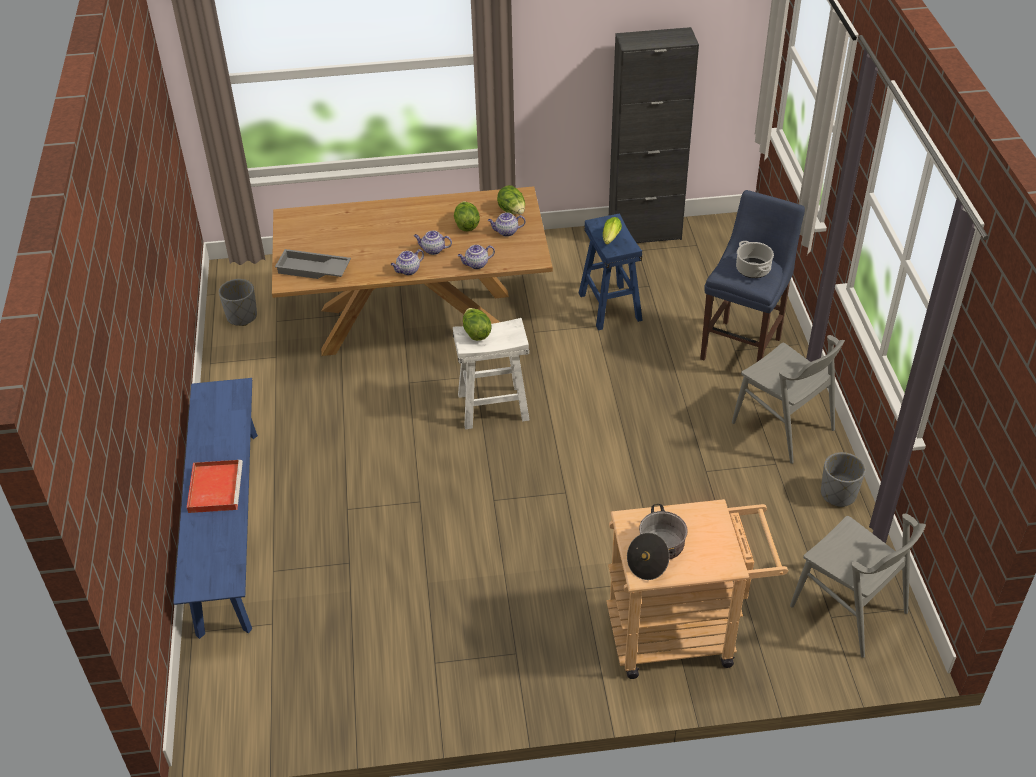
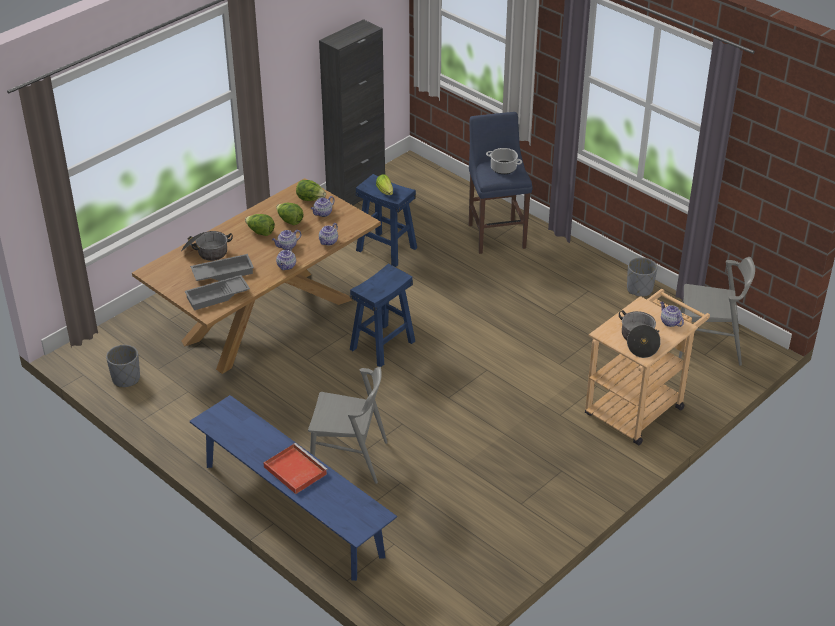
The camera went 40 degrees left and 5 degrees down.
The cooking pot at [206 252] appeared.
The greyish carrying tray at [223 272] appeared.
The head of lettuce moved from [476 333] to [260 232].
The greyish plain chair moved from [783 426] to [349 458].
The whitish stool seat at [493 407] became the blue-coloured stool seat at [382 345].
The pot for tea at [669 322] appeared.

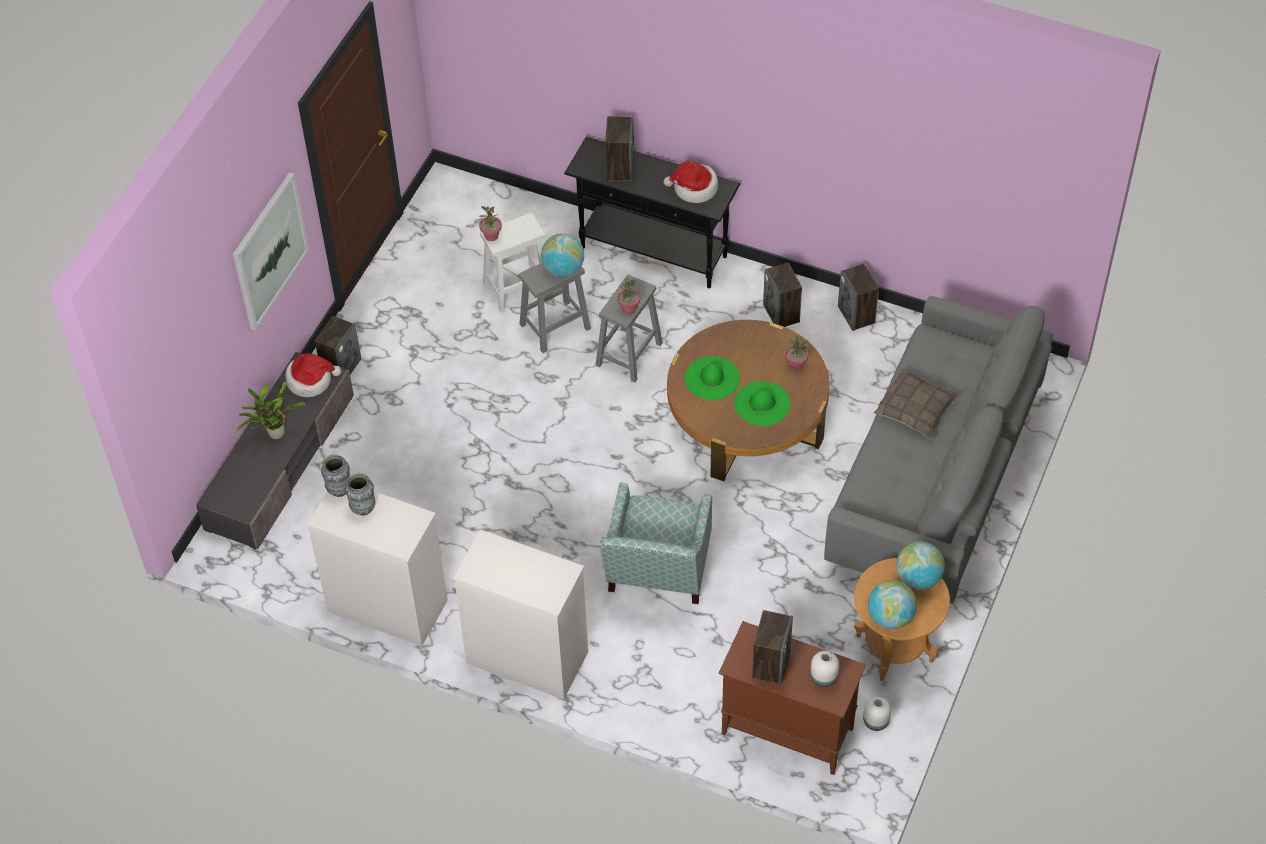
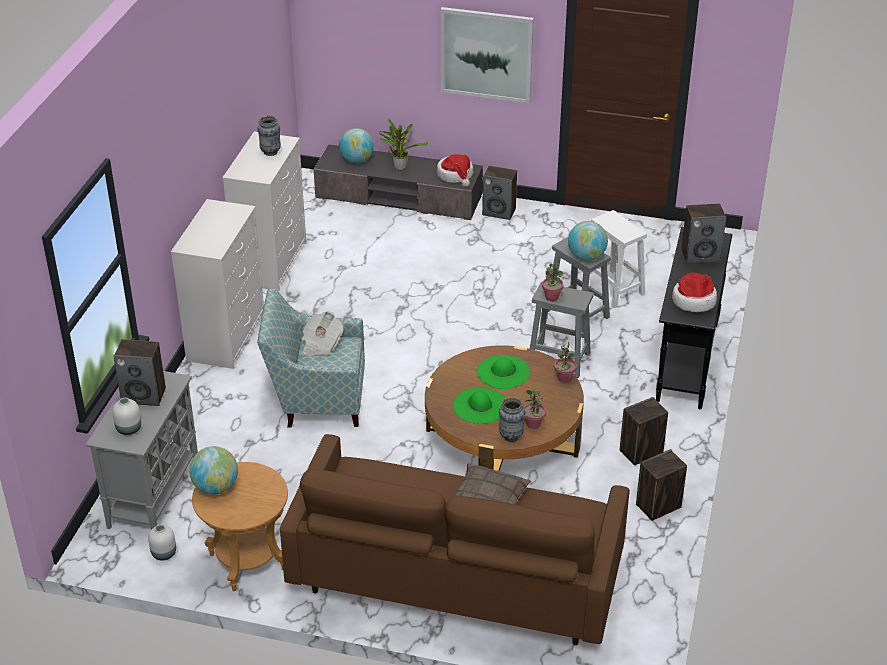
The camera went 80 degrees right and 15 degrees down.
The brown-coloured cupboard at [786 731] became the greyish cupboard at [154 493].
The greyish couch at [934 481] became the brown-coloured couch at [455 580].
The daily paper at [321 344] appeared.
The globe moved from [918 578] to [356 160].
The decorative vase moved from [339 490] to [511 436].
The plant in a pot moved from [491 236] to [564 378].

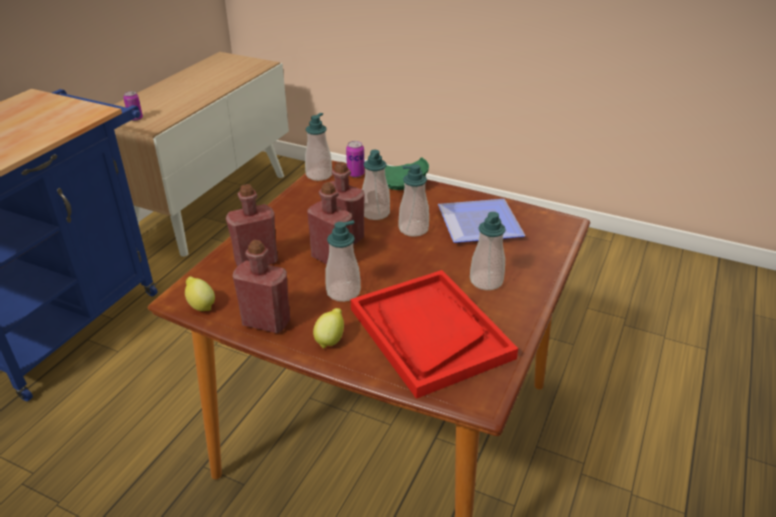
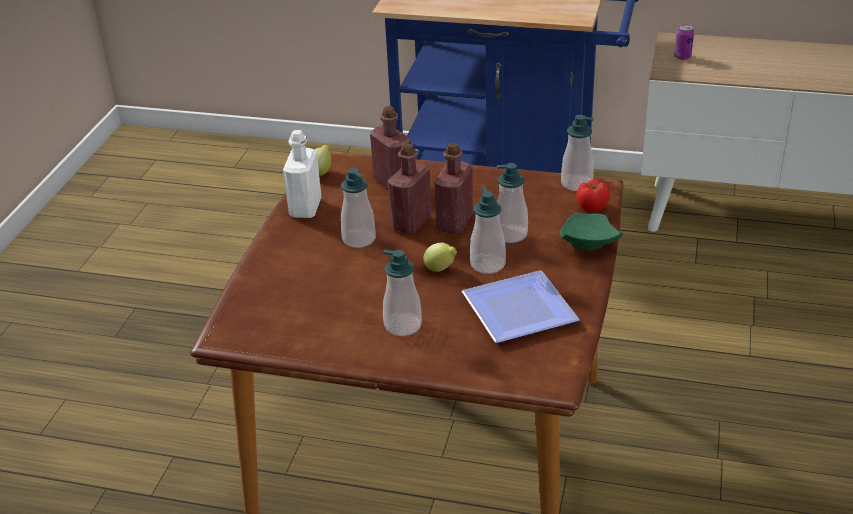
The camera went 80 degrees right and 0 degrees up.
The red beverage bottle at [266 322] became the whitish beverage bottle at [305 208].
The whole lemon moved from [330 340] to [440 269].
The sealed can at [355 174] was replaced by the whole tomato at [593 207].
The red carrying tray at [429 333] disappeared.

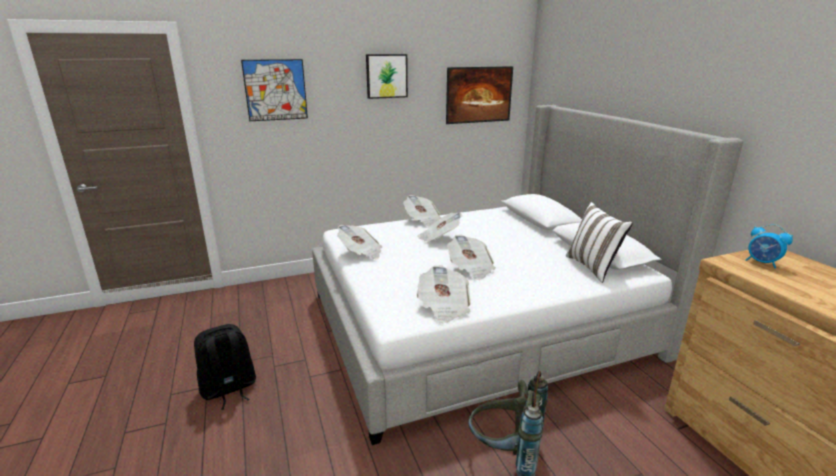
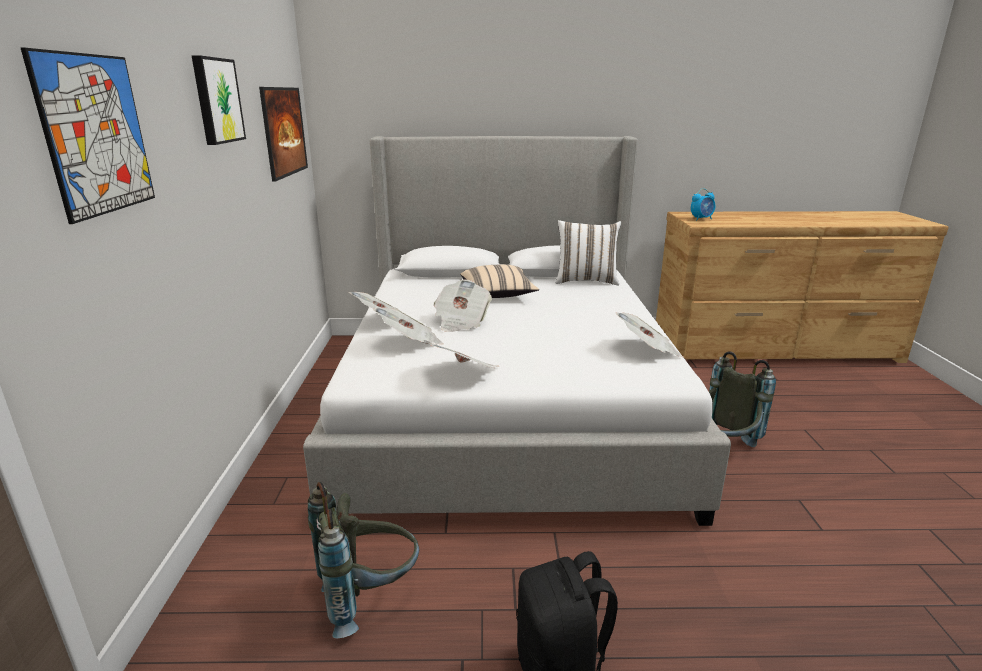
The camera went 70 degrees left and 0 degrees up.
The greyish knapsack at [369 596] appeared.
The daily paper moved from [470 269] to [410 342].
The beige cushion at [497 295] appeared.

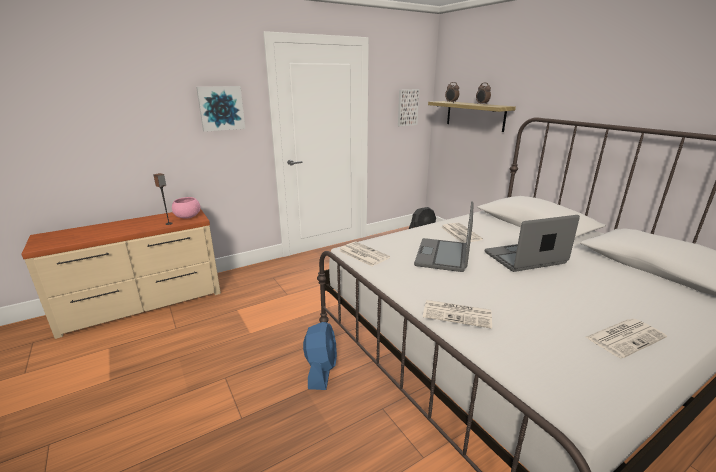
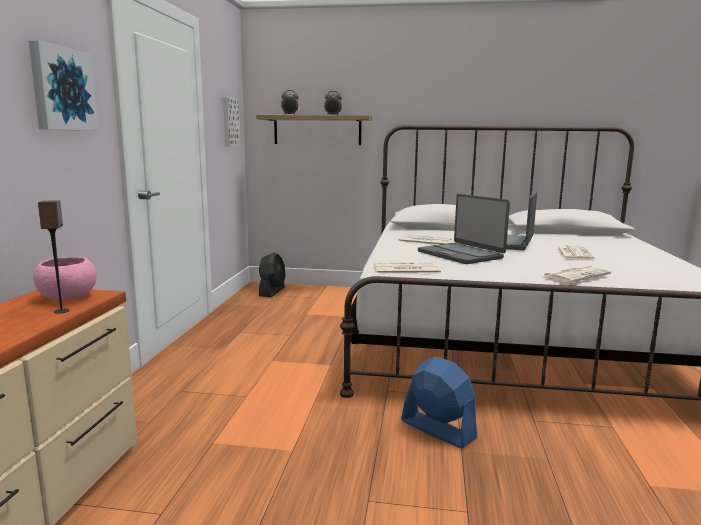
The camera went 50 degrees left and 10 degrees down.
The daily paper moved from [625 337] to [573 254].

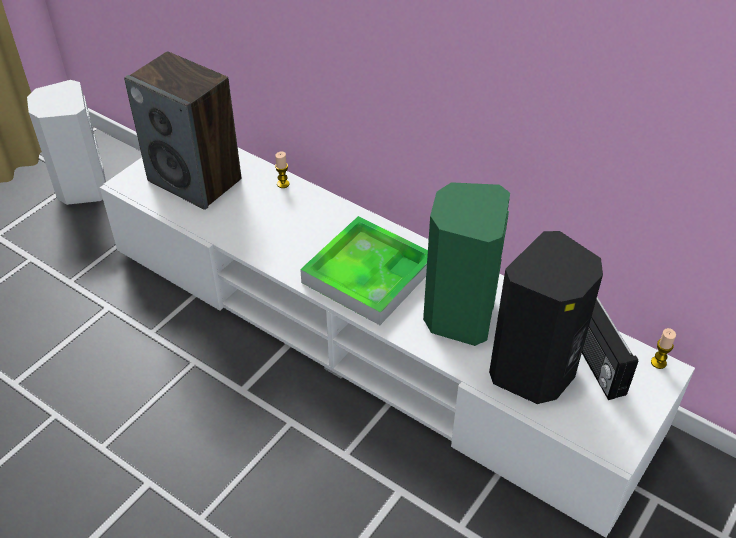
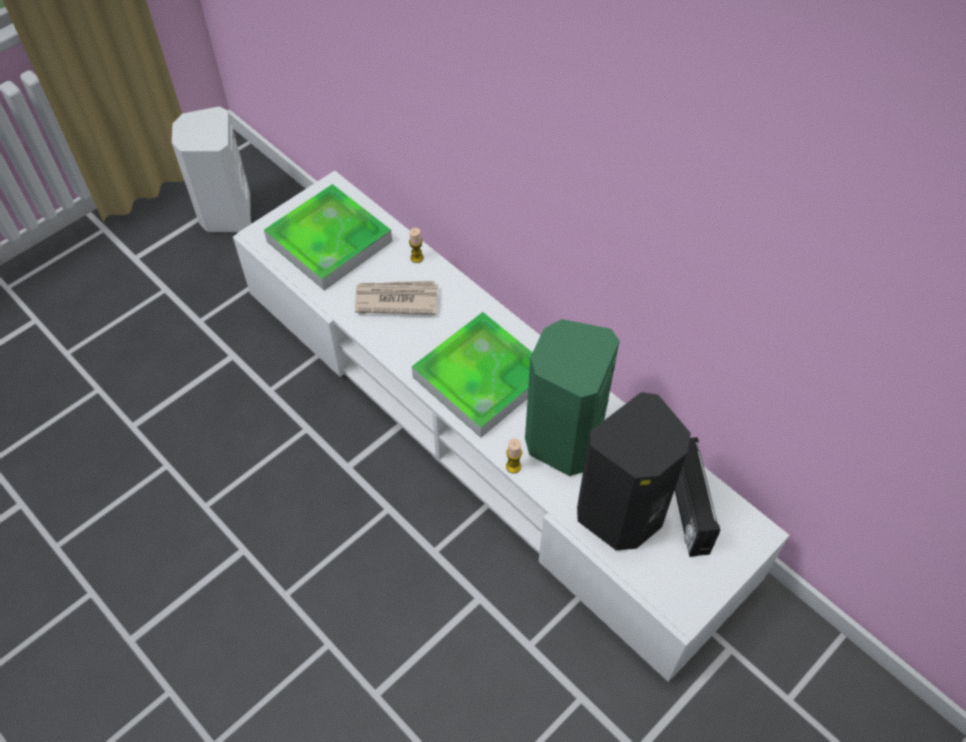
The camera went 10 degrees right and 10 degrees up.
The audio speaker at [196 180] was replaced by the carrying tray at [329 241].
The daily paper at [396 299] appeared.
The wax candle moved from [658 362] to [513 466].

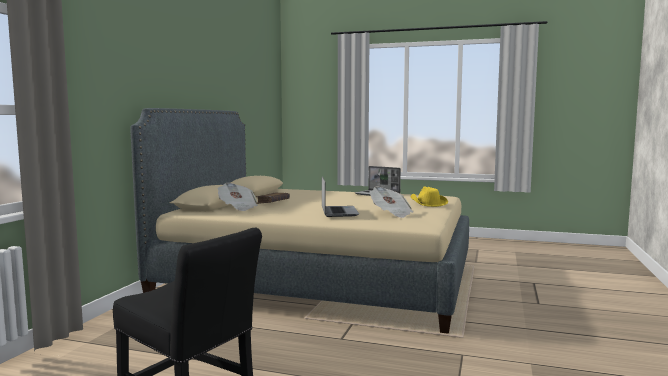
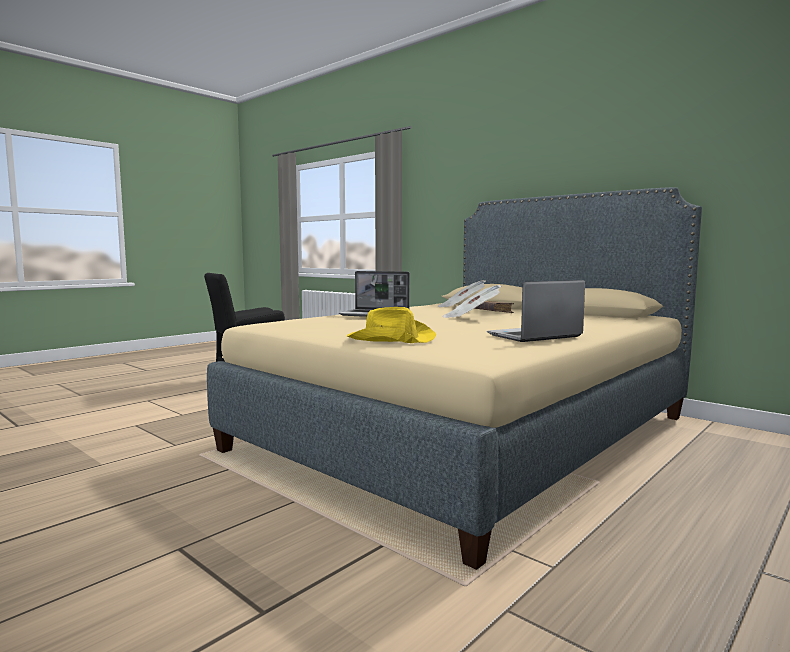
The camera went 115 degrees right and 0 degrees up.
The daily paper moved from [391 214] to [471 317].

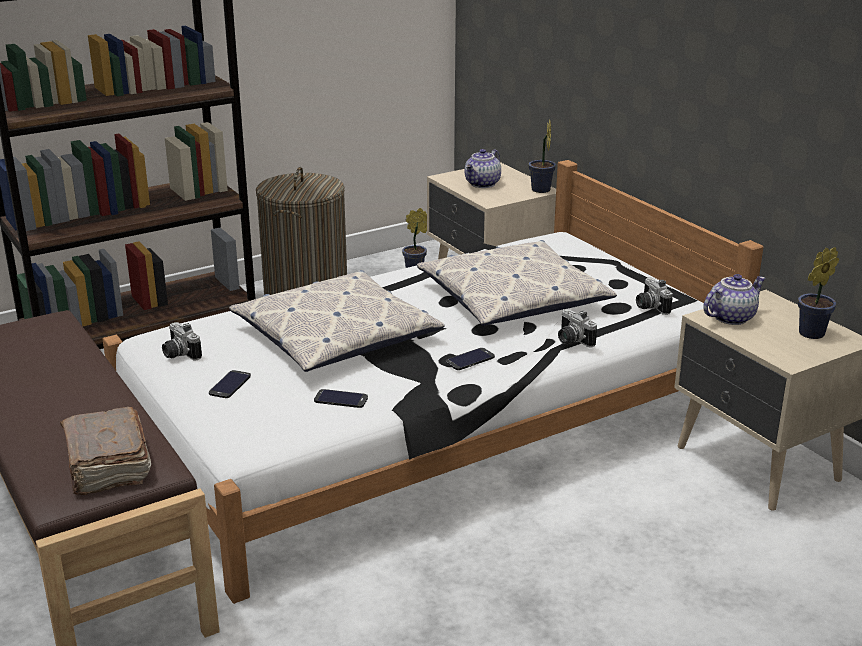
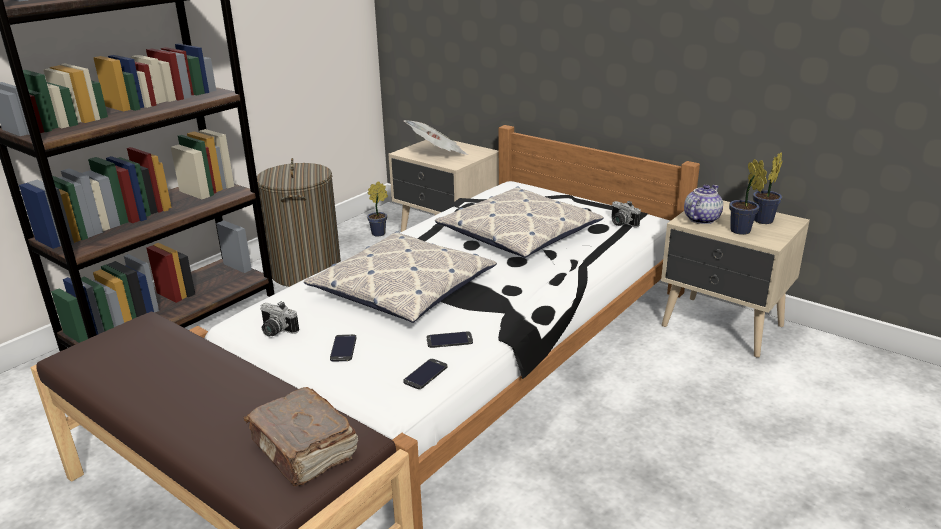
The camera went 20 degrees left and 0 degrees up.
The pot for tea at [483 184] was replaced by the daily paper at [437 153].
The phone moved from [470 359] to [425 374].
The plant in a pot moved from [541 191] to [742 232].
The photo camera at [571 340] disappeared.

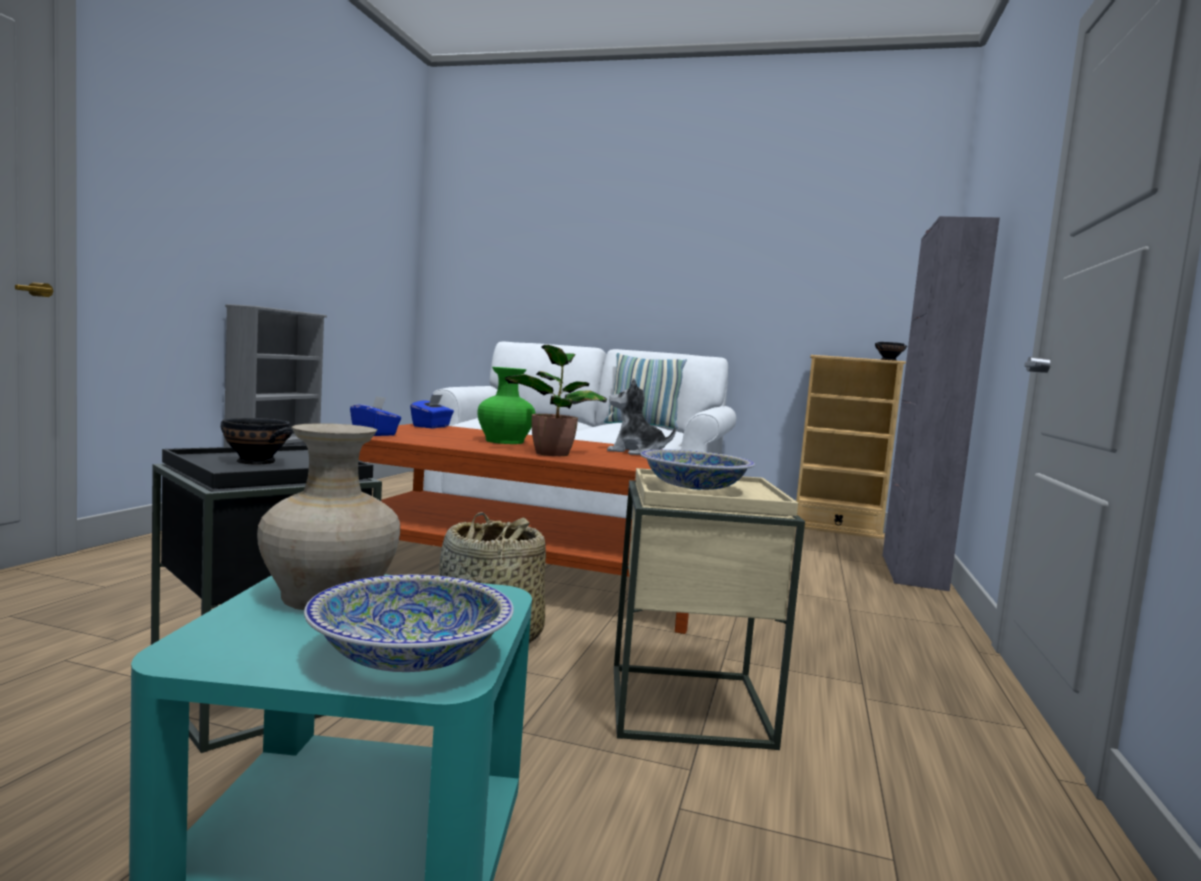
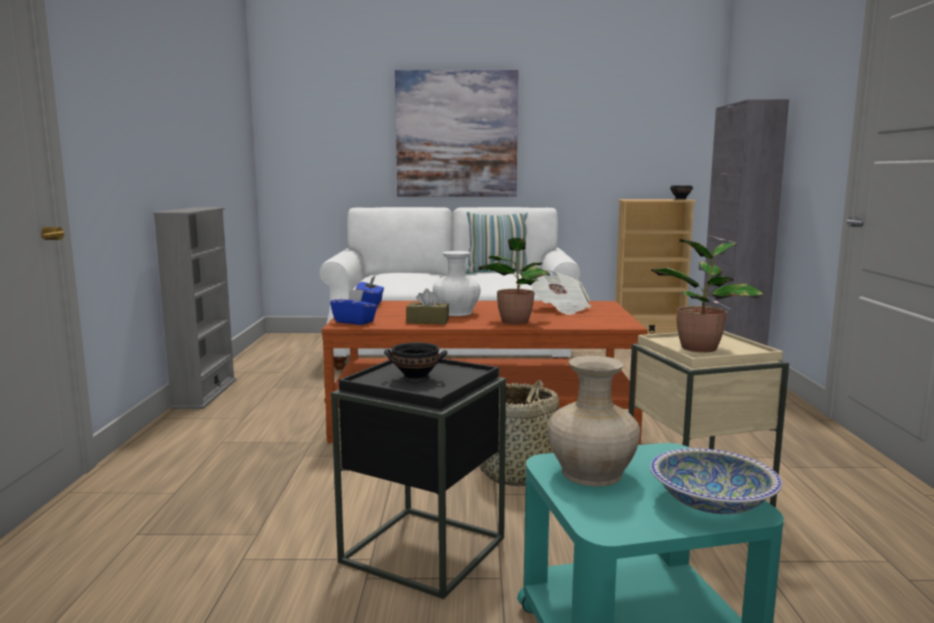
The camera went 15 degrees left and 5 degrees up.
The picture at [456 134] appeared.
The brown-coloured tissue holder at [427 321] appeared.
The green decorative vase at [505 441] became the whitish decorative vase at [457 313].
The soft toy at [635 452] was replaced by the daily paper at [560 308].
The bowl at [694 488] was replaced by the plant in a pot at [700 347].

